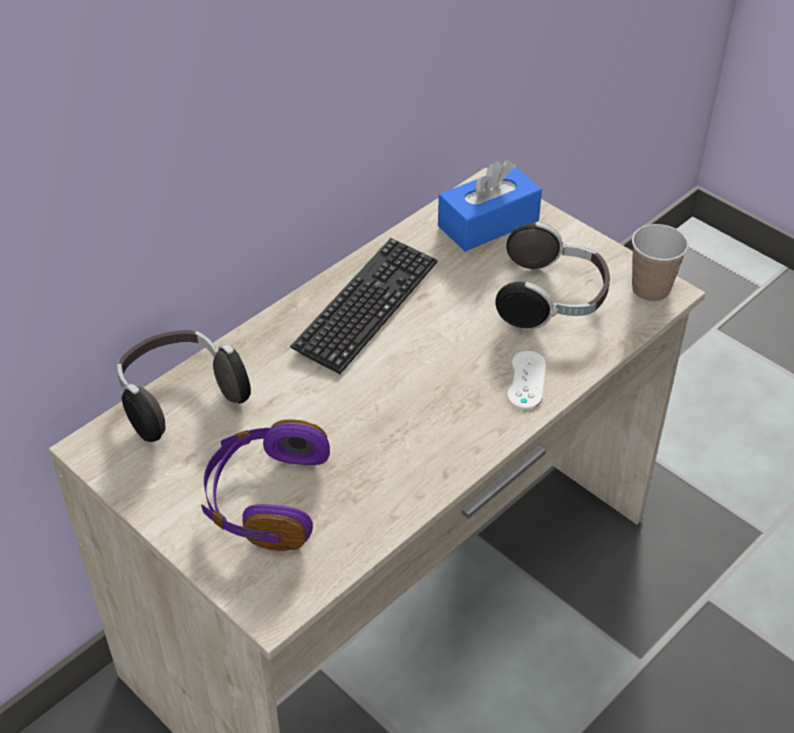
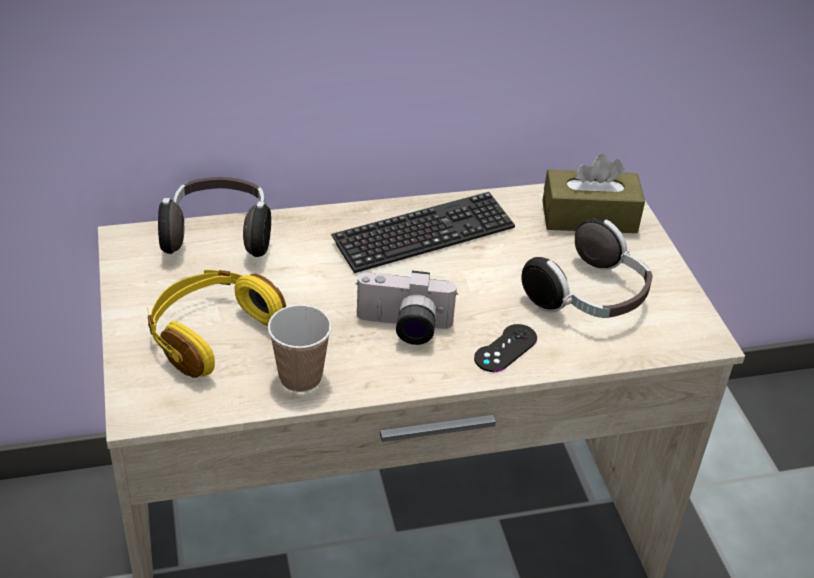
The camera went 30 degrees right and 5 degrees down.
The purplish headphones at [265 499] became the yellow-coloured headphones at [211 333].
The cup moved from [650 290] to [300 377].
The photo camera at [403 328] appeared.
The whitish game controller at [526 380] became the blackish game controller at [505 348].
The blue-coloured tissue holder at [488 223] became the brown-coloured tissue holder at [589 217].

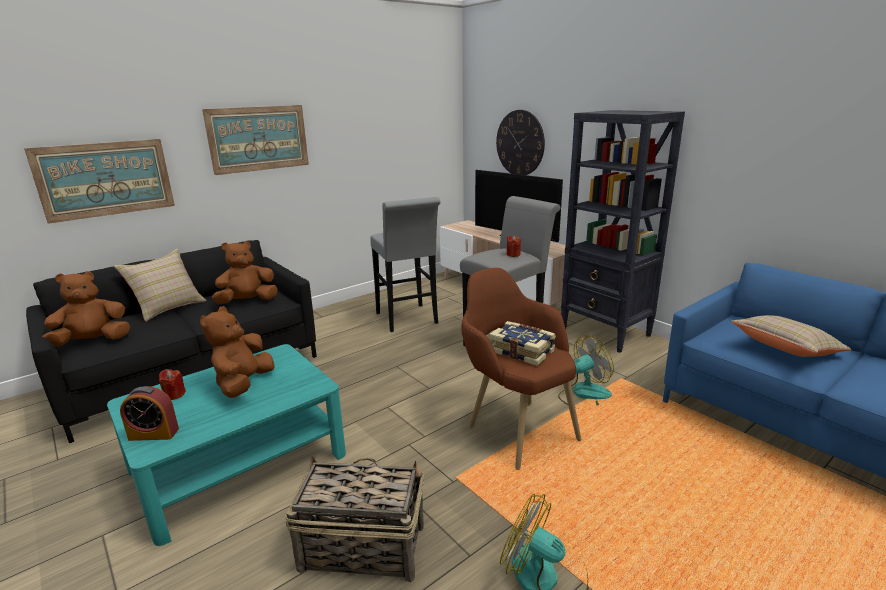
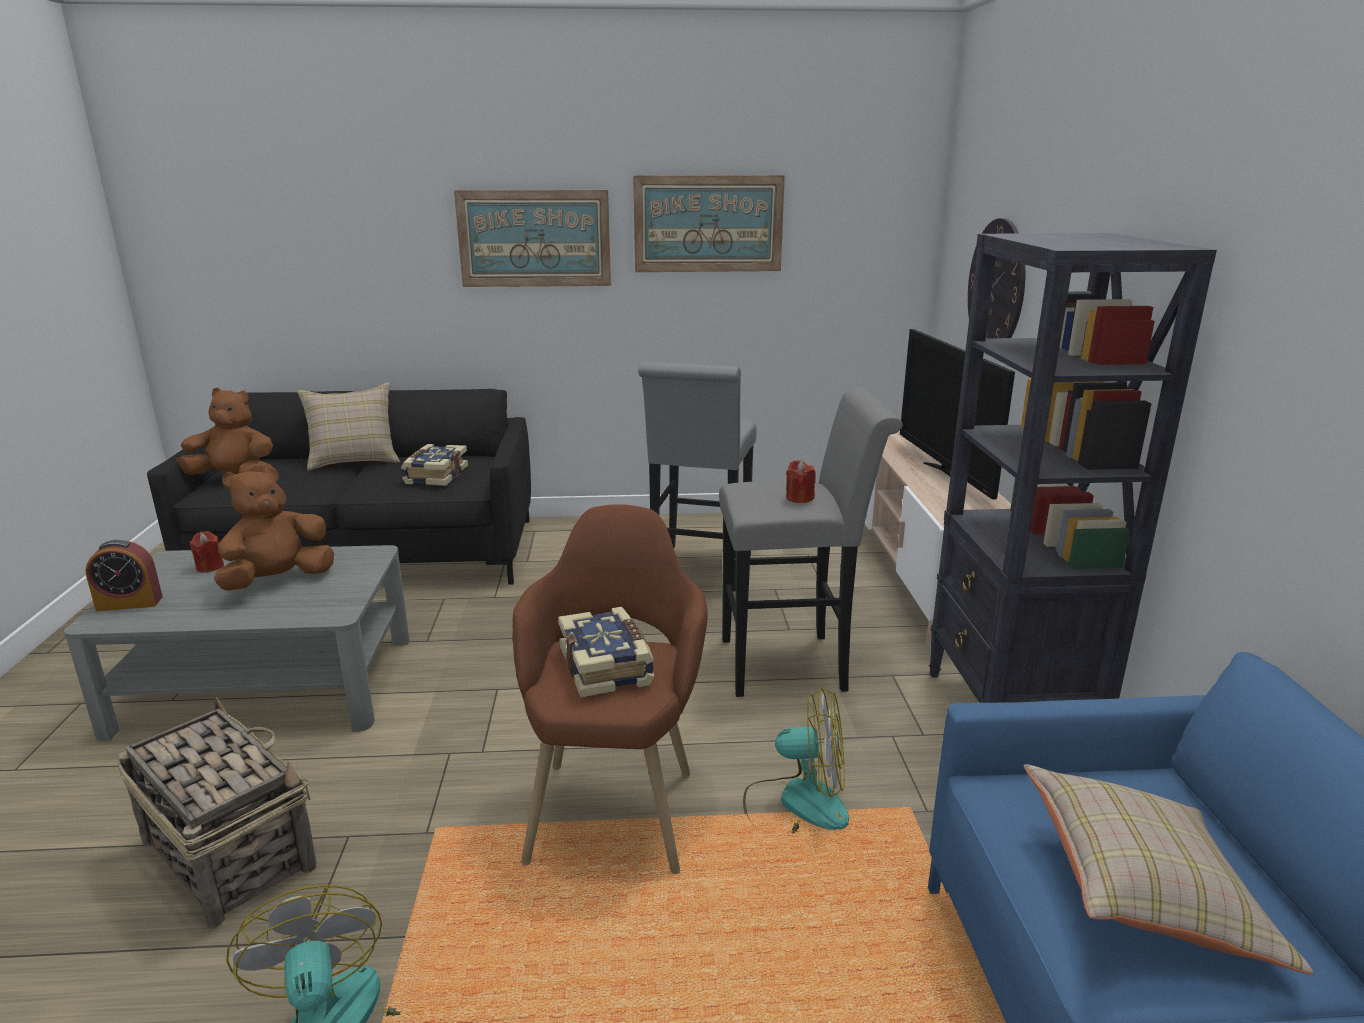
The camera went 35 degrees right and 0 degrees up.
The turquoise-coloured coffee table at [239 462] became the greyish coffee table at [267 683].
The bedside clock at [154 434] turned 45 degrees counterclockwise.
The brown-coloured soft toy at [247 301] was replaced by the volume at [435 475].
The picture moved from [105 179] to [708 224].

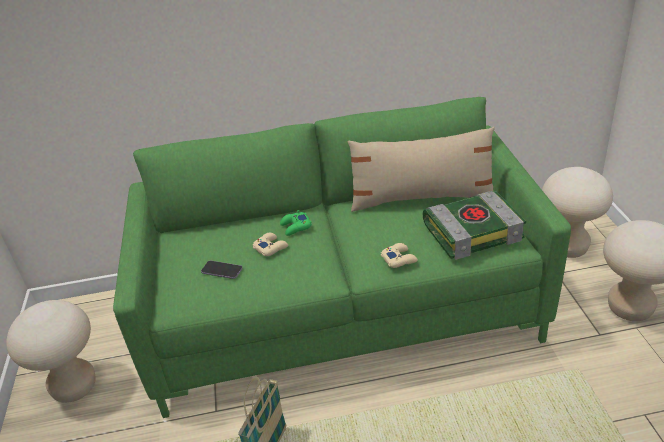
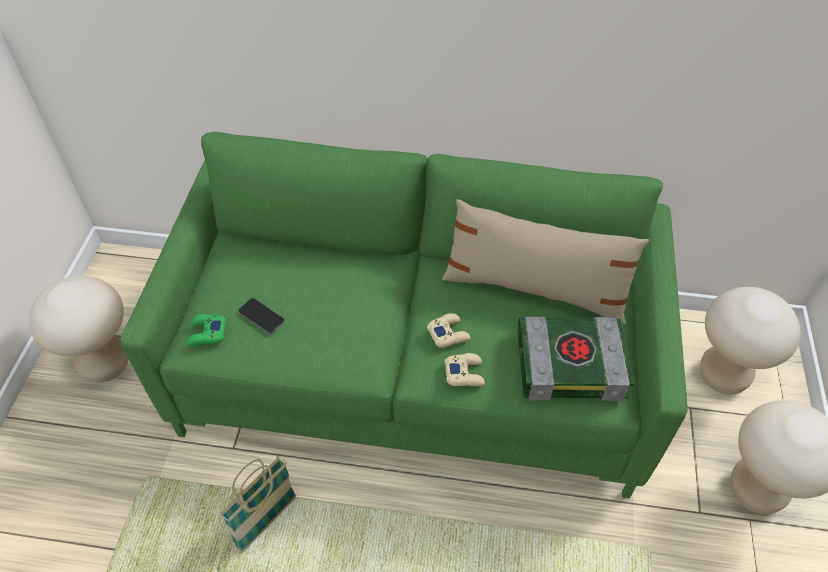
The camera went 15 degrees right and 15 degrees up.
The green game controller moved from [295 227] to [207 333].
The beige game controller moved from [270 247] to [448 333].

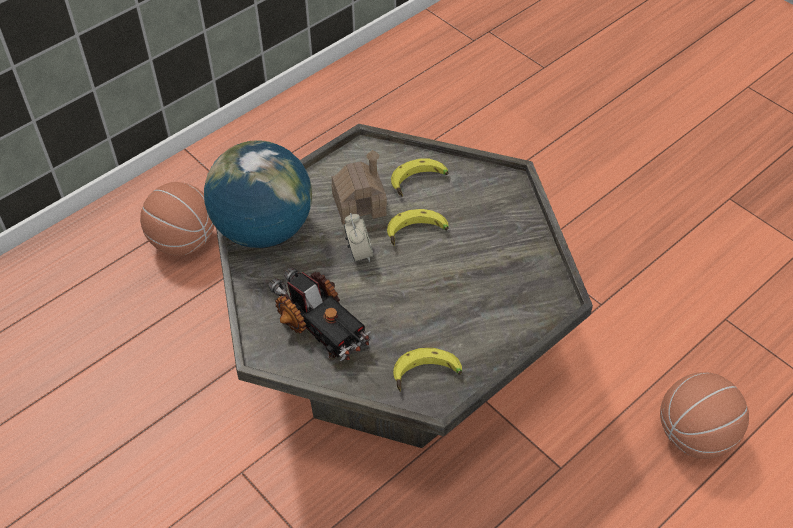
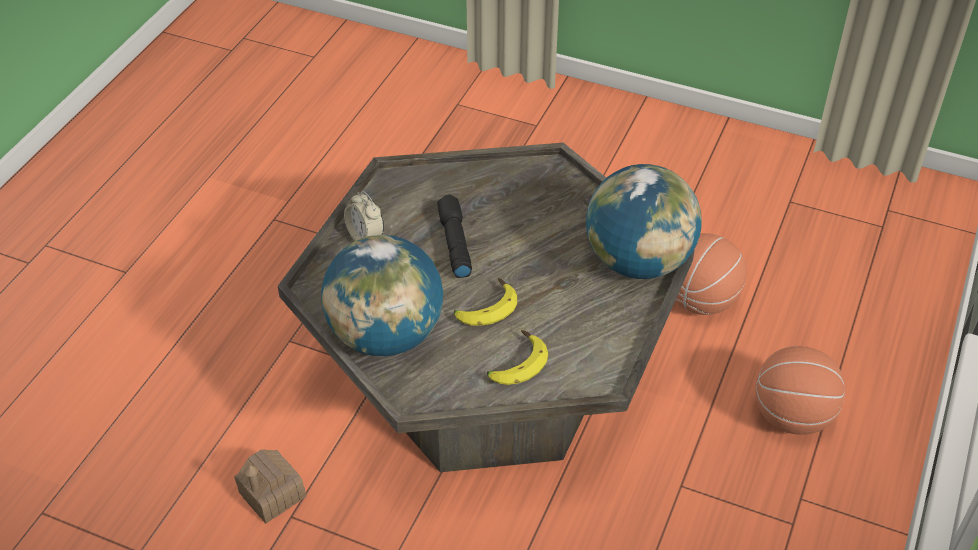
The camera went 155 degrees right and 5 degrees down.
The miniature house moved from [359 204] to [272 494].
The globe at [386 335] appeared.
The bedside clock moved from [359 253] to [365 236].
The blackish torch at [454 243] appeared.
The basketball moved from [694 436] to [701 300].
The toy lorry at [320 326] disappeared.
The banana at [427 376] disappeared.

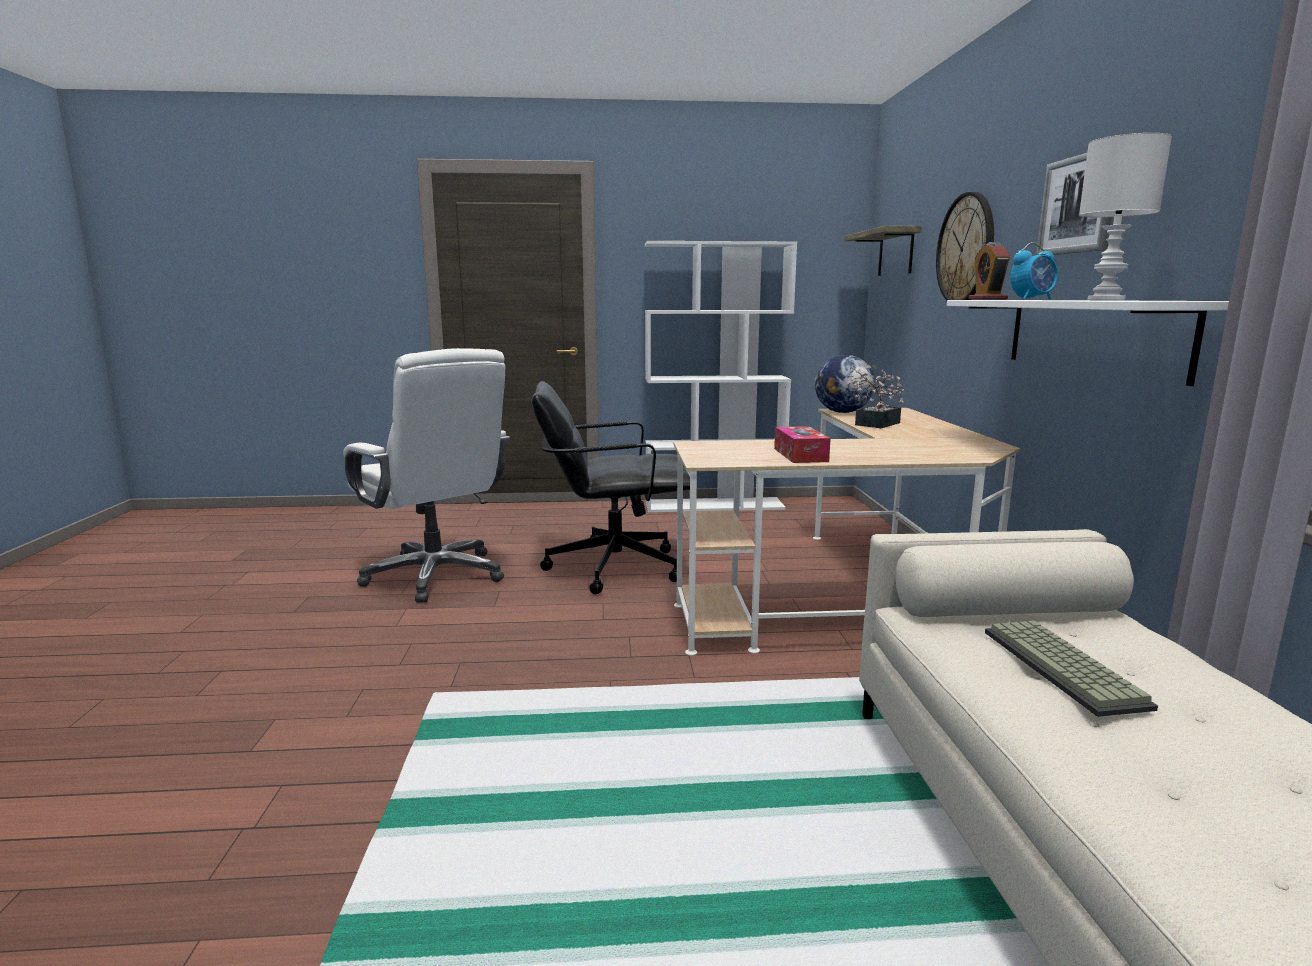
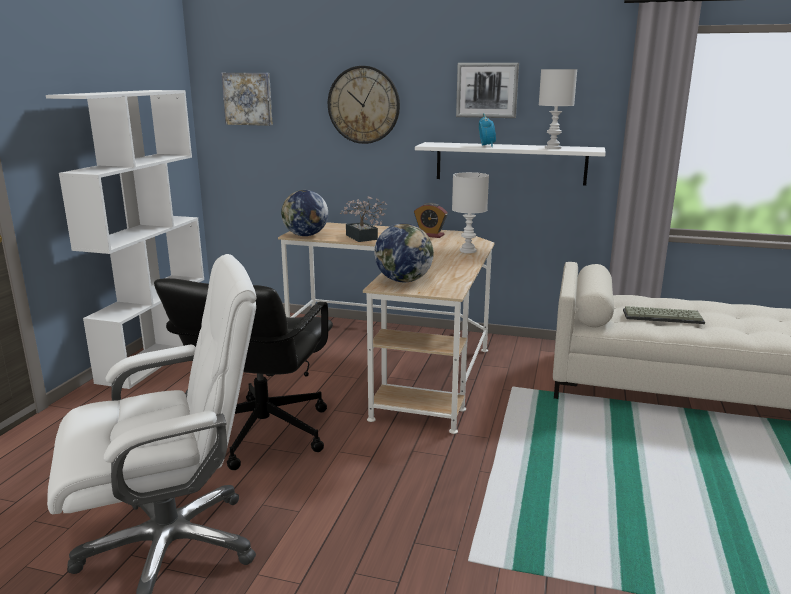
The camera went 70 degrees left and 5 degrees up.
The bracket shelf at [895 253] was replaced by the picture at [248 98].
The globe at [404 280] appeared.
The bedside clock moved from [987 299] to [430 235].
The whitish tabletop lamp at [467 250] appeared.
The tissue holder at [800 455] disappeared.

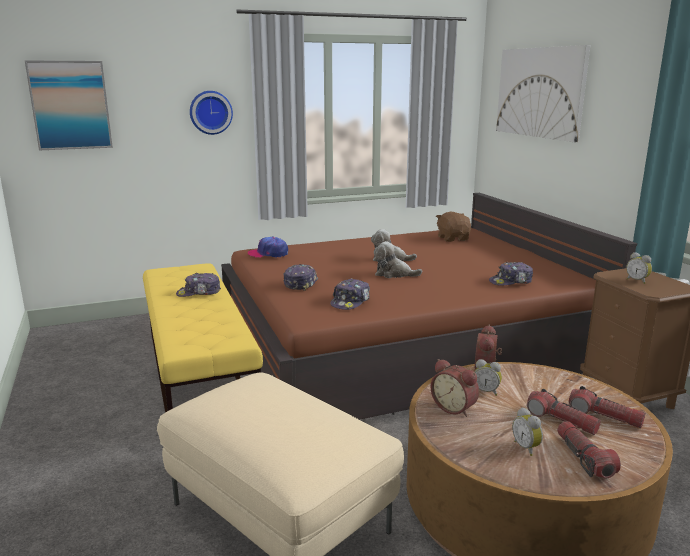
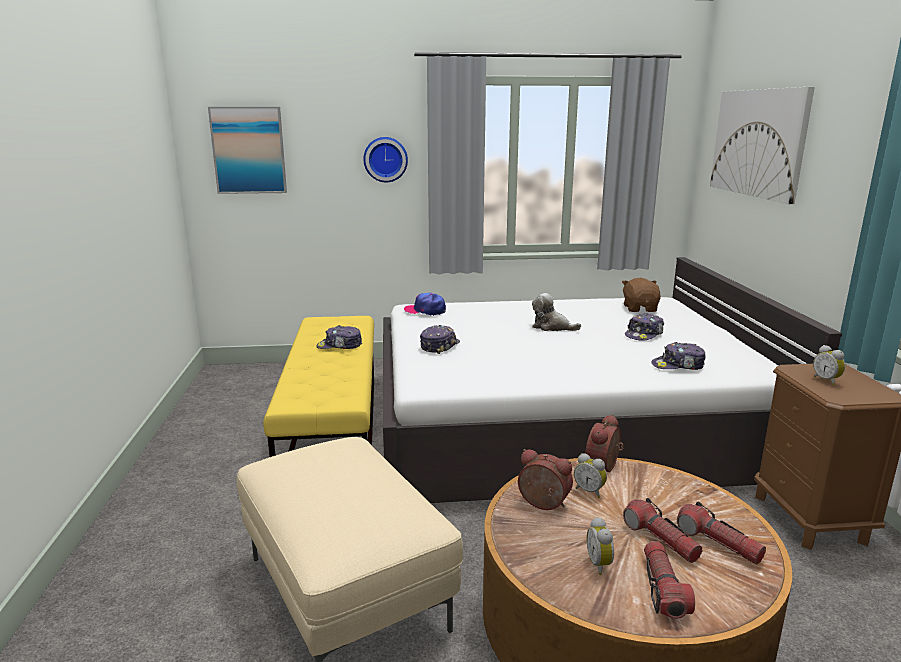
The camera went 15 degrees right and 0 degrees up.
The brown-coloured bed at [404 343] became the whitish bed at [562 422].
The bedside clock at [454 408] turned 150 degrees clockwise.
The cap moved from [350 302] to [644 334].
The soft toy at [393 274] disappeared.

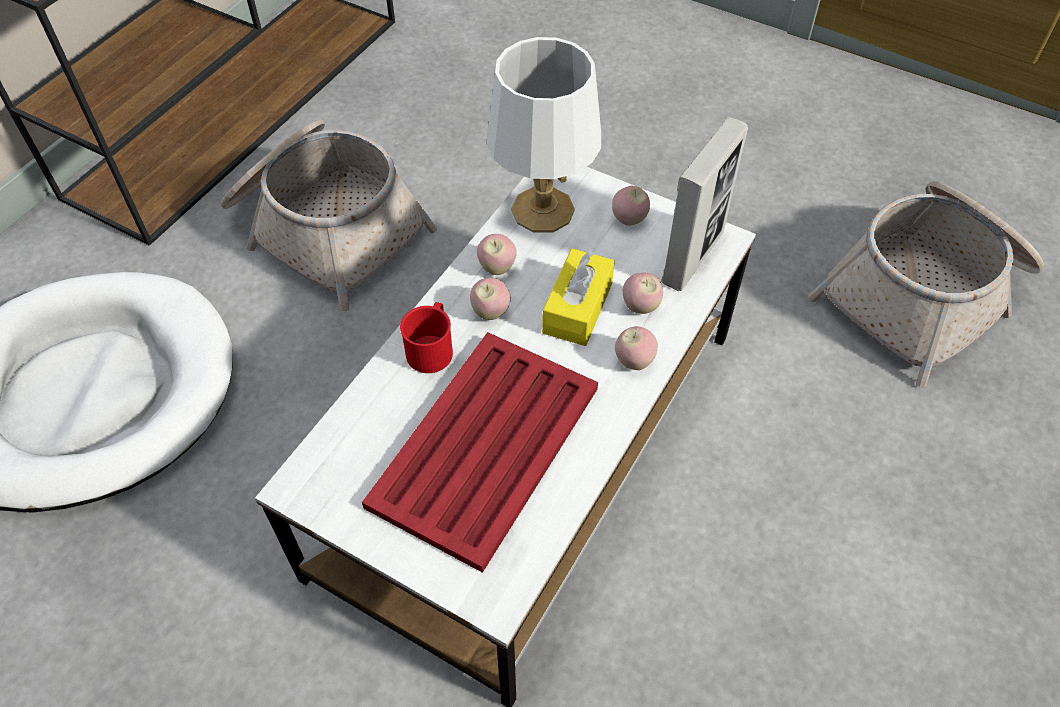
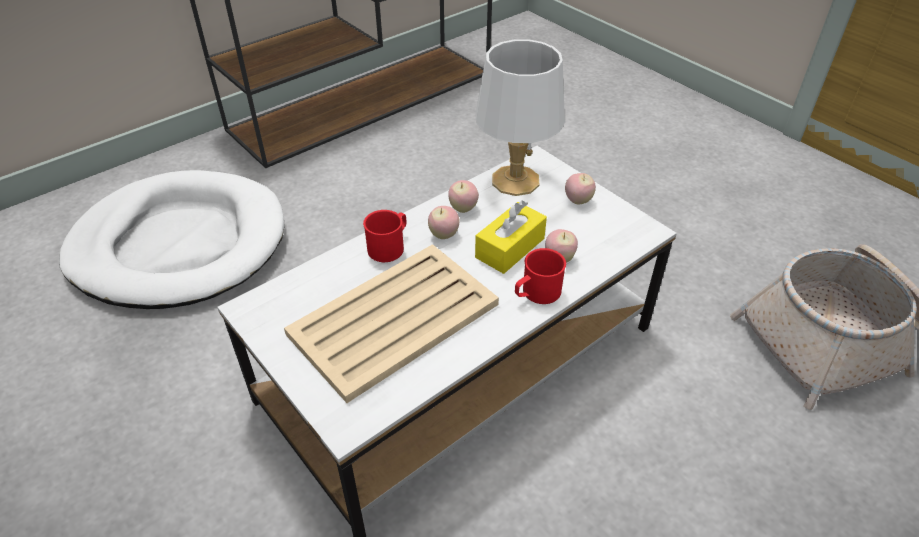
The camera went 20 degrees right and 10 degrees down.
The red carrying tray at [487 444] became the beige carrying tray at [396 318].
The apple at [634 361] was replaced by the red tea mug at [536 293].
The basket at [325 228] disappeared.
The photo frame at [692 257] disappeared.

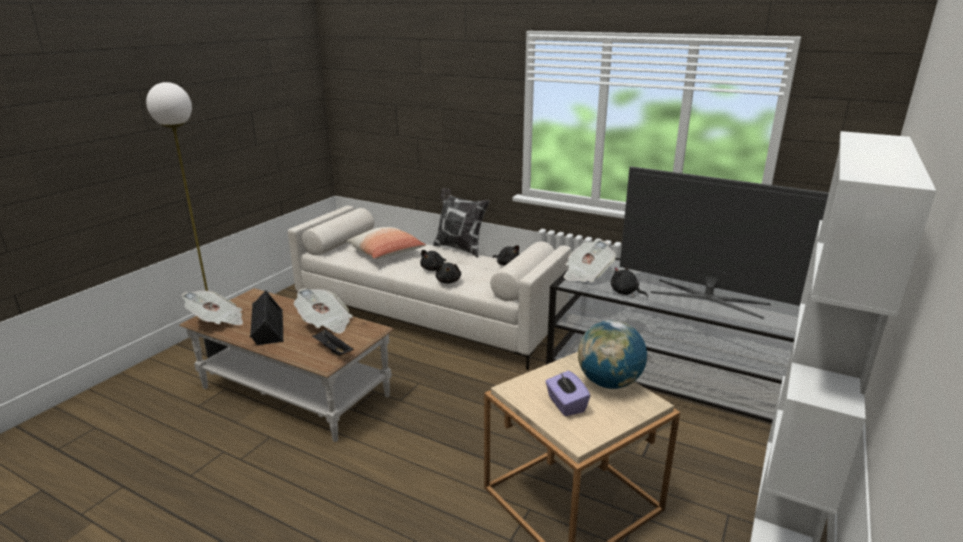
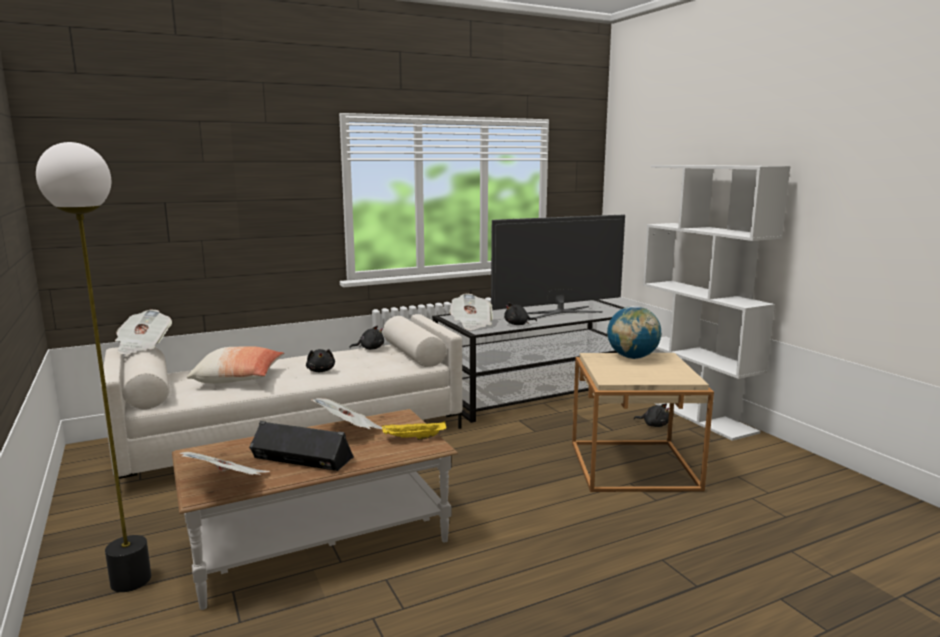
The camera went 55 degrees left and 10 degrees down.
The daily paper at [143 346] appeared.
The blackish carrying tray at [332 350] became the yellow-coloured carrying tray at [413 439].
The blackish soft toy moved from [448 281] to [654 425].
The cushion at [459 248] disappeared.
The purplish tissue holder at [565 404] disappeared.

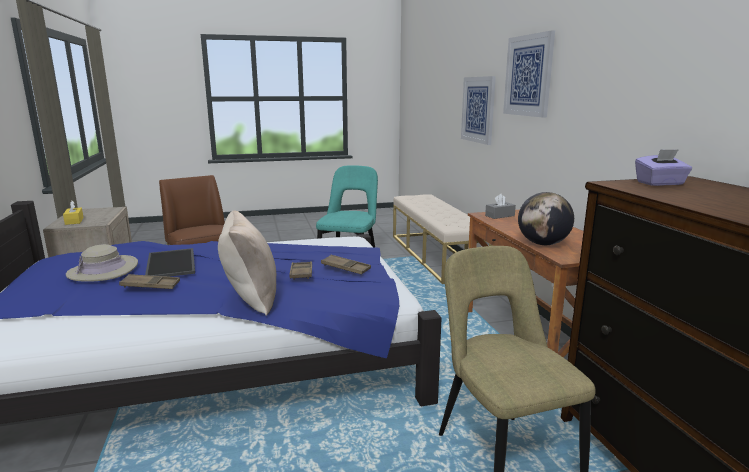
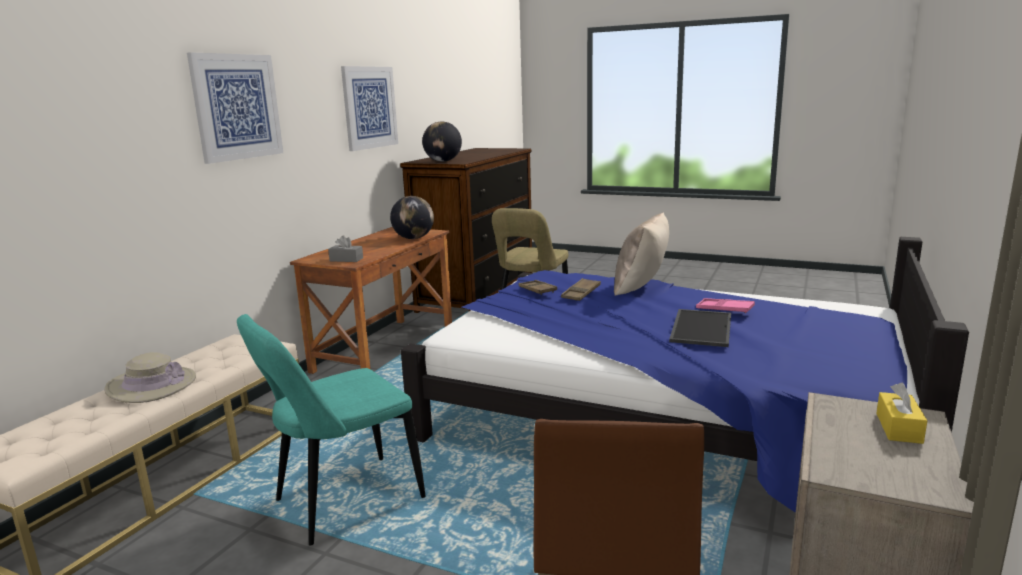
The camera went 140 degrees left and 0 degrees up.
The beige clothing hat moved from [103 270] to [151 385].
The picture moved from [478 109] to [369 107].
The purplish tissue holder at [660 183] was replaced by the globe at [443 161].
The brown-coloured carrying tray at [150 286] became the pinkish carrying tray at [724 309].

